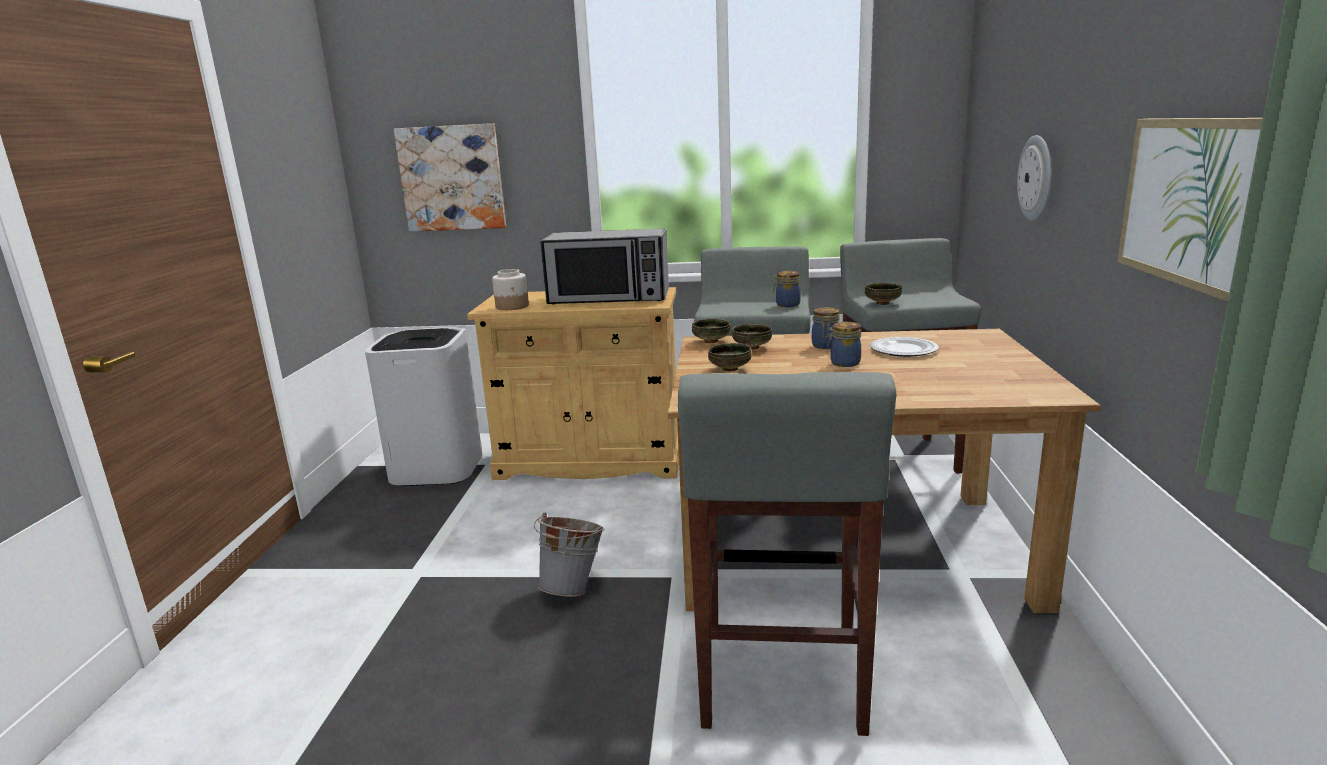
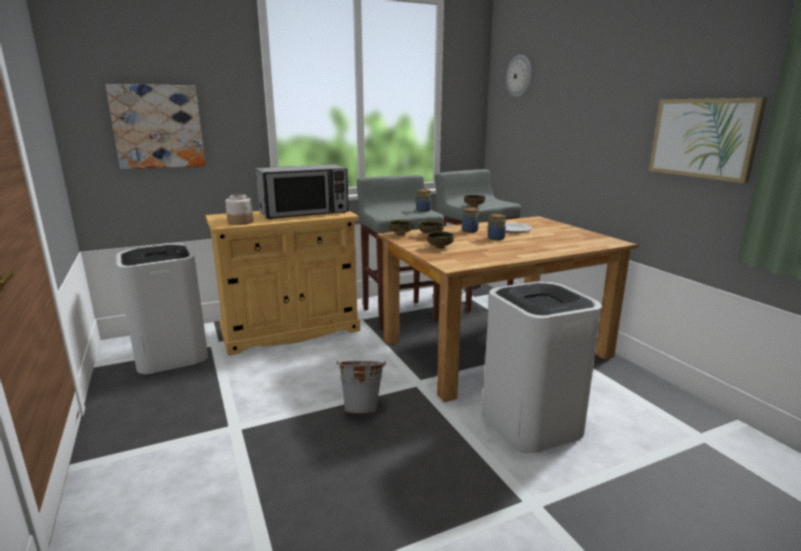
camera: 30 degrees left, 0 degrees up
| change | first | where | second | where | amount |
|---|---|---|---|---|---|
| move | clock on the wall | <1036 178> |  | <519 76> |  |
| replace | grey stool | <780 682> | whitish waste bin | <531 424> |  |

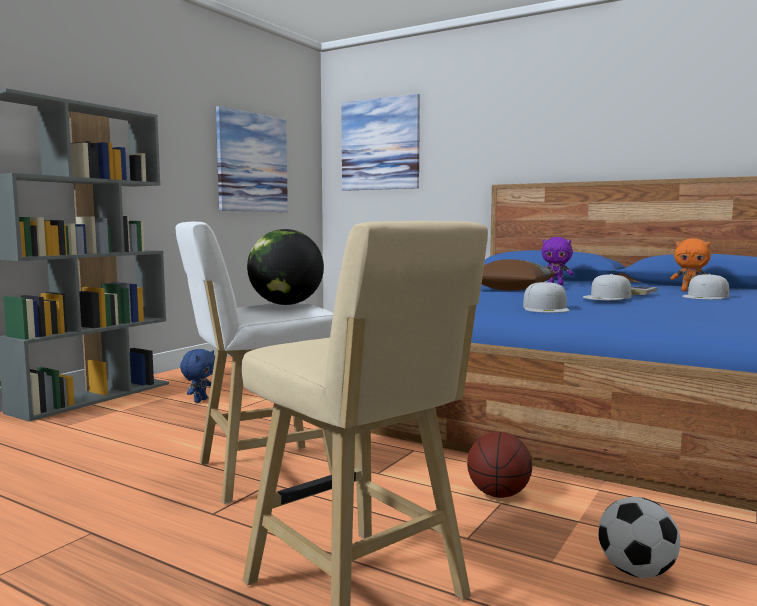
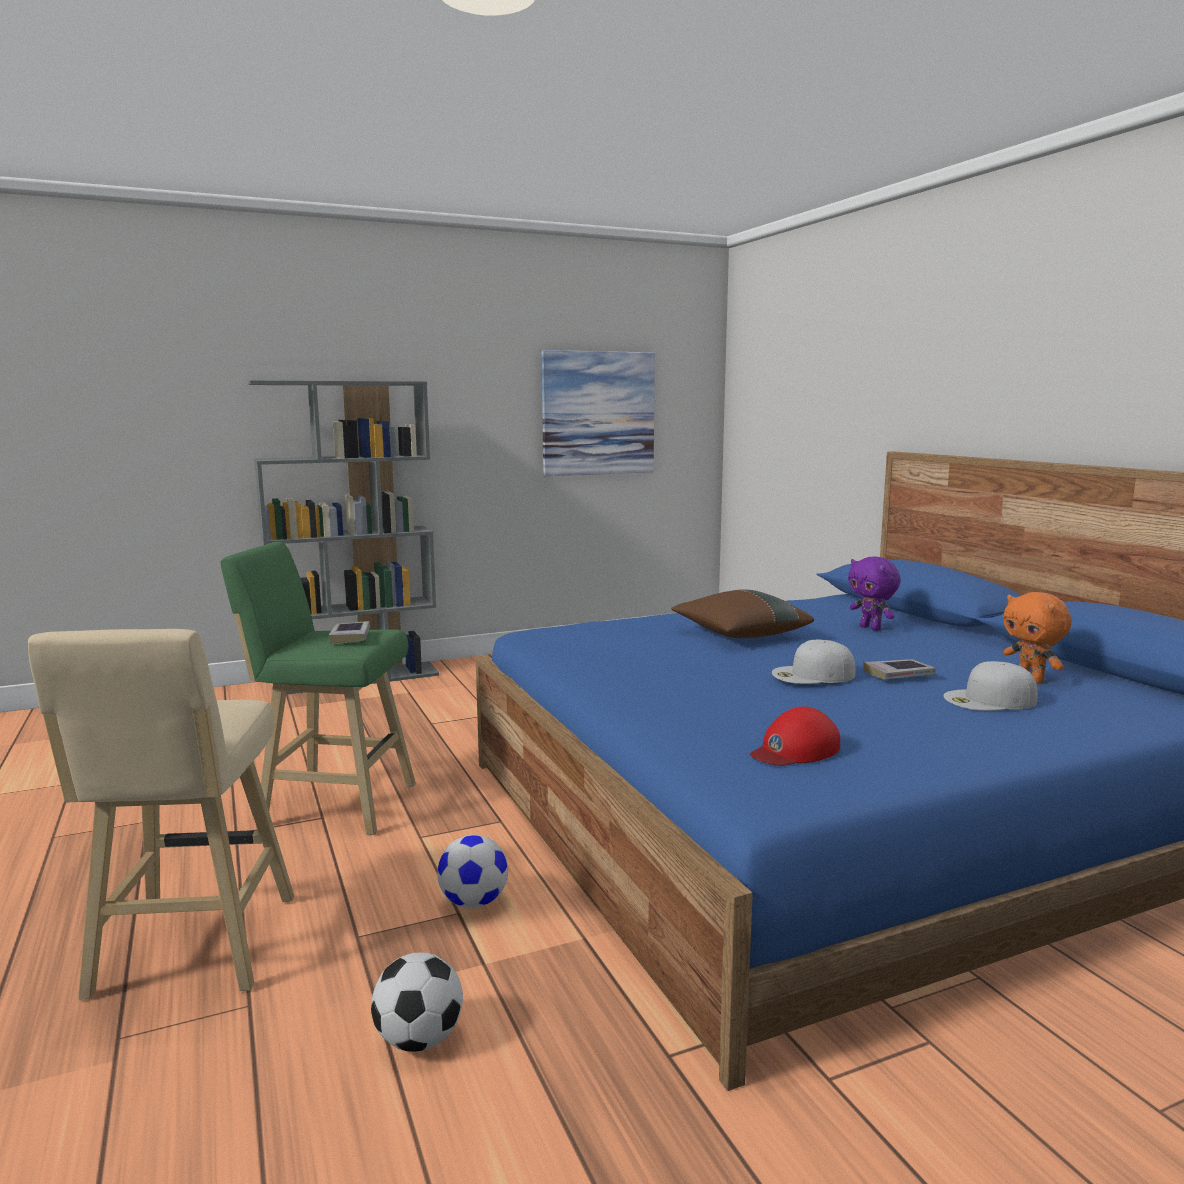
camera: 35 degrees right, 5 degrees up
| change | first | where | second | where | amount |
|---|---|---|---|---|---|
| delete | picture | <380 144> |  |  |  |
| recolor | whitish stool | <260 473> | greenish stool | <332 804> |  |
| replace | globe | <286 304> | bound book | <350 637> |  |
| delete | whitish cap | <546 308> |  |  |  |
| delete | blue cuddly toy | <200 400> |  |  |  |
| replace | ball for basketball | <498 494> | ball for football | <474 903> |  |
| insert |  |  | red cap | <795 750> |  |

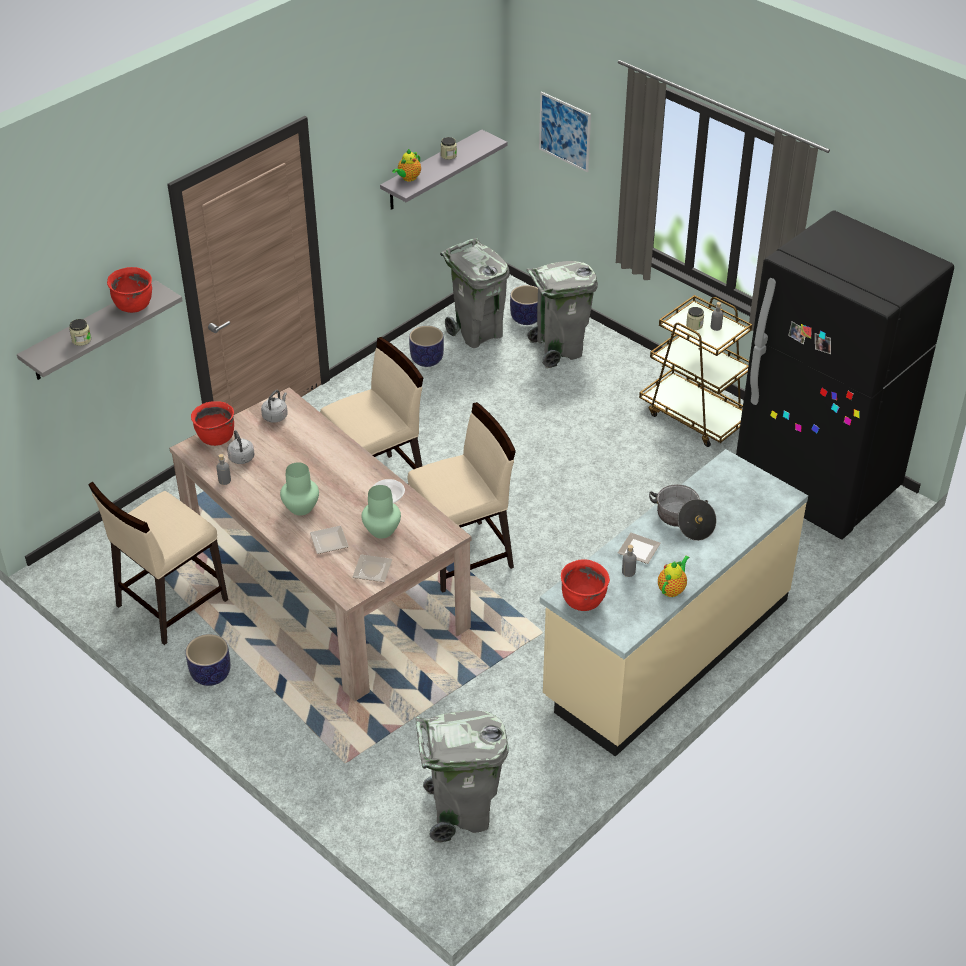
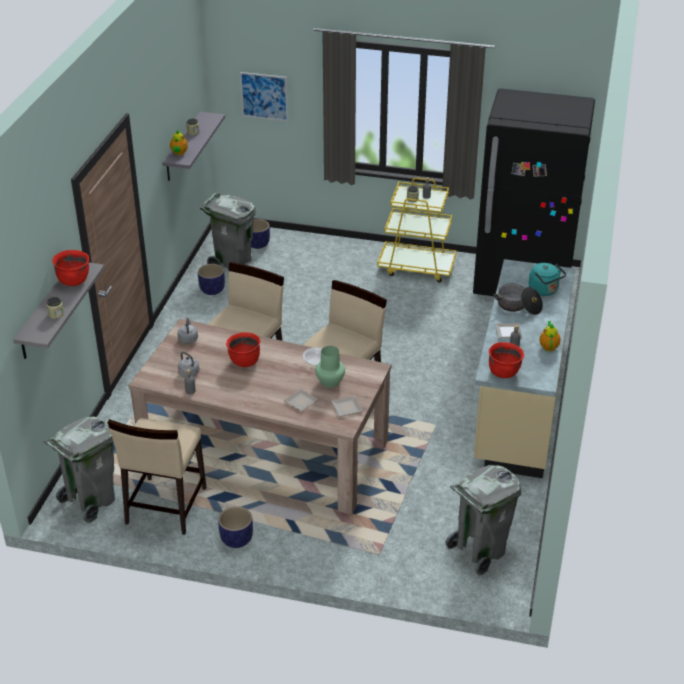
camera: 30 degrees left, 5 degrees down
| change | first | where | second | where | amount |
|---|---|---|---|---|---|
| move | grey waste bin | <559 350> |  | <91 501> |  |
| recolor | brown wheeled cart | <695 416> | yellowish wheeled cart | <417 267> |  |
| move | red cooking pot | <216 438> |  | <244 362> |  |
| delete | greenish decorative vase | <302 507> |  |  |  |
| insert |  |  | turquoise tea kettle | <544 291> |  |

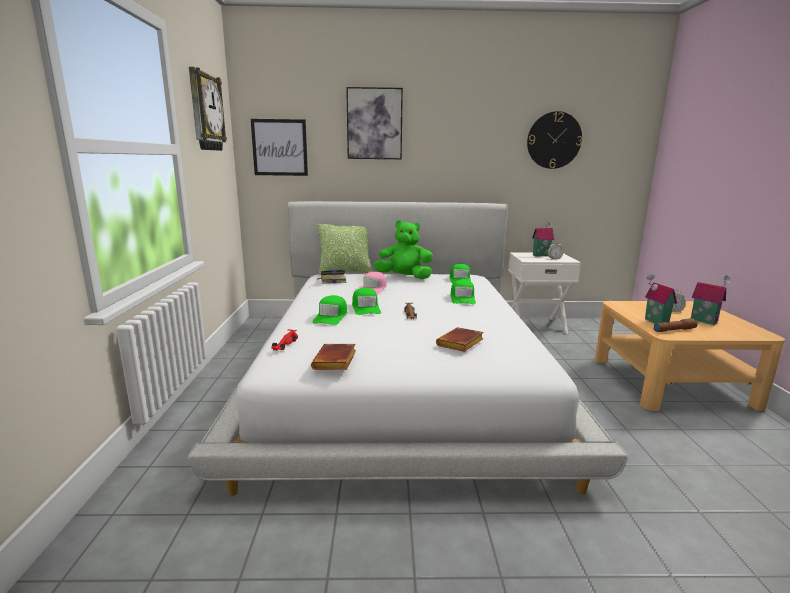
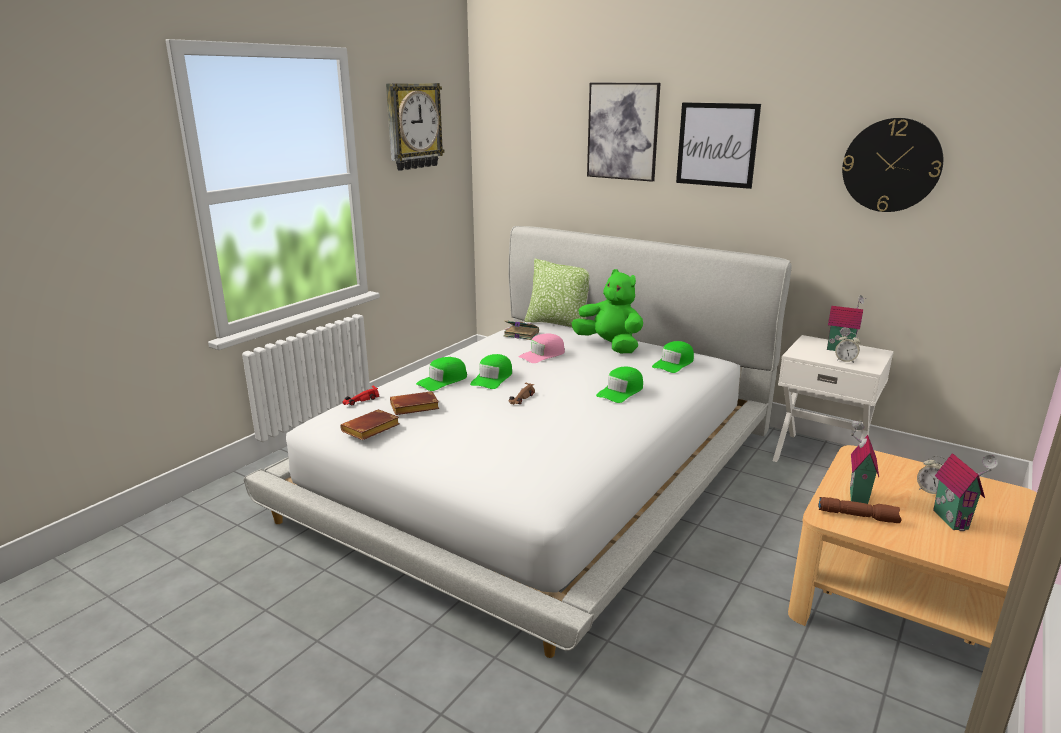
camera: 35 degrees right, 5 degrees up
| change | first | where | second | where | amount |
|---|---|---|---|---|---|
| move | picture | <280 147> |  | <717 145> |  |
| move | brown bound book | <460 344> |  | <413 408> |  |

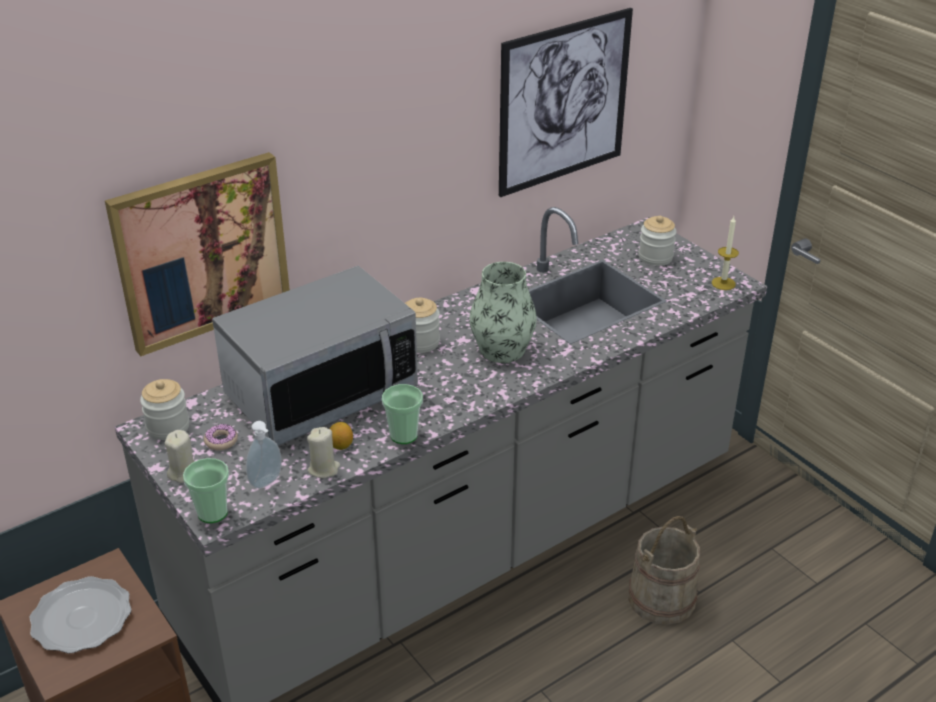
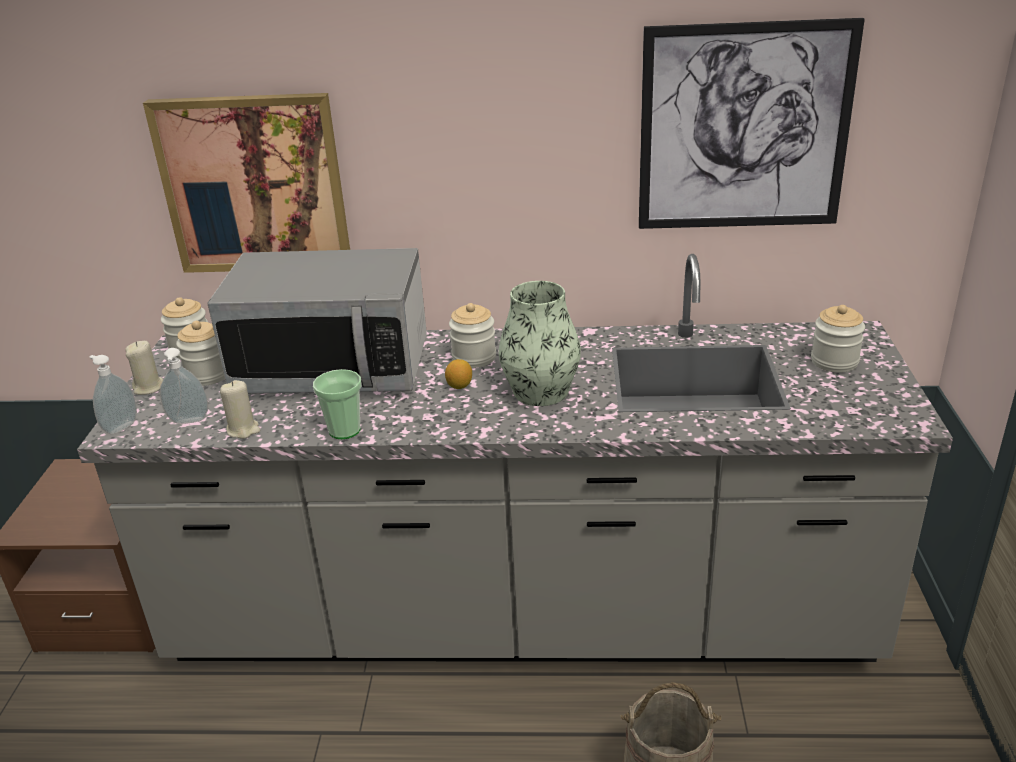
camera: 40 degrees right, 5 degrees down
| change | first | where | second | where | amount |
|---|---|---|---|---|---|
| delete | wax light | <723 283> |  |  |  |
| move | lemon | <341 445> |  | <459 386> |  |
| replace | donut | <221 441> | preserve jar | <208 375> |  |
| replace | drinking cup | <212 513> | liquid soap bottle | <120 427> |  |
| delete | flat dish | <81 618> |  |  |  |

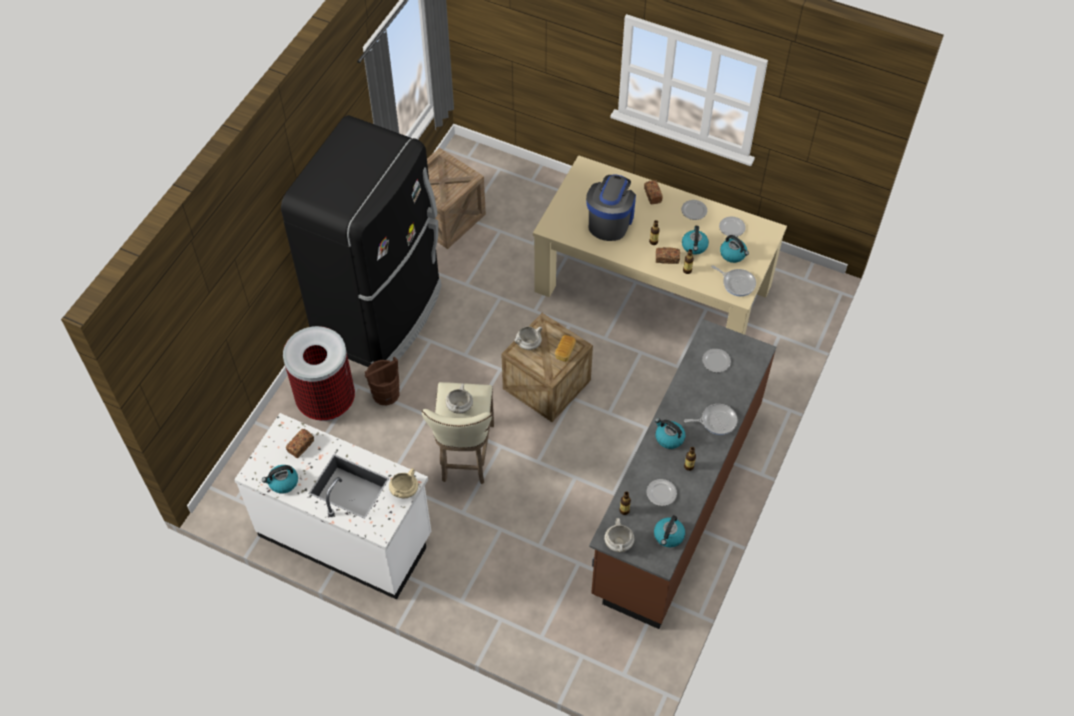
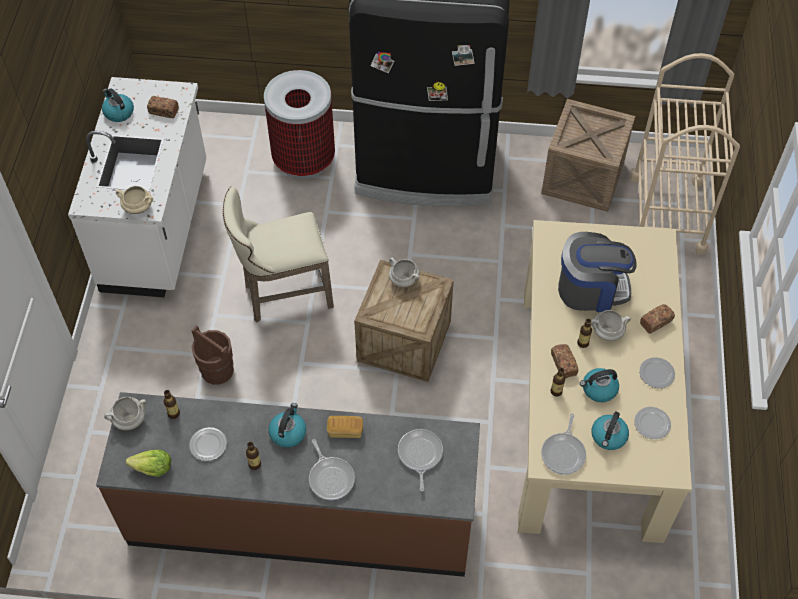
camera: 70 degrees right, 0 degrees up
| change | first | where | second | where | amount |
|---|---|---|---|---|---|
| move | baked bread | <565 352> |  | <345 431> |  |
| replace | flat dish | <716 361> | frying pan | <420 455> |  |
| move | brown water bucket | <385 394> |  | <217 370> |  |
| move | whitish cooking pot | <459 407> |  | <607 332> |  |
| replace | tea kettle | <668 536> | lettuce | <152 468> |  |
| insert |  |  | beige-coloured wheeled cart | <667 213> |  |

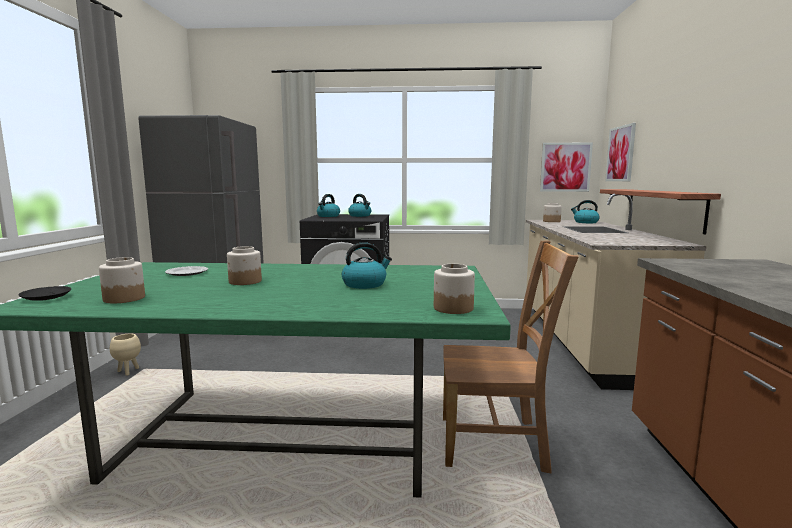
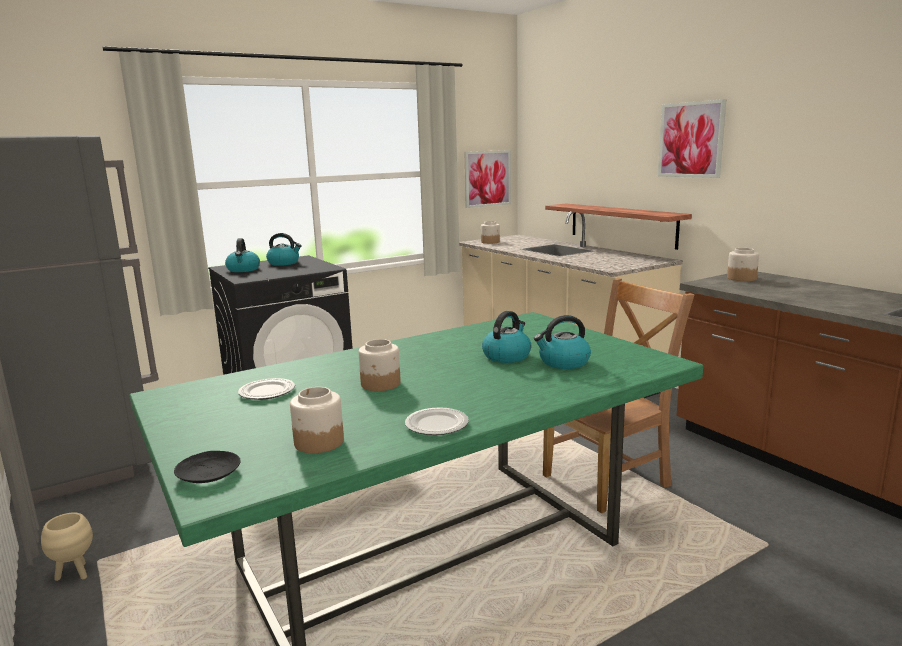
camera: 35 degrees left, 5 degrees up
| change | first | where | second | where | amount |
|---|---|---|---|---|---|
| move | picture | <621 154> |  | <691 140> |  |
| move | tea kettle | <585 222> |  | <563 362> |  |
| move | preserve jar | <453 308> |  | <741 278> |  |
| insert |  |  | flat dish | <437 424> |  |

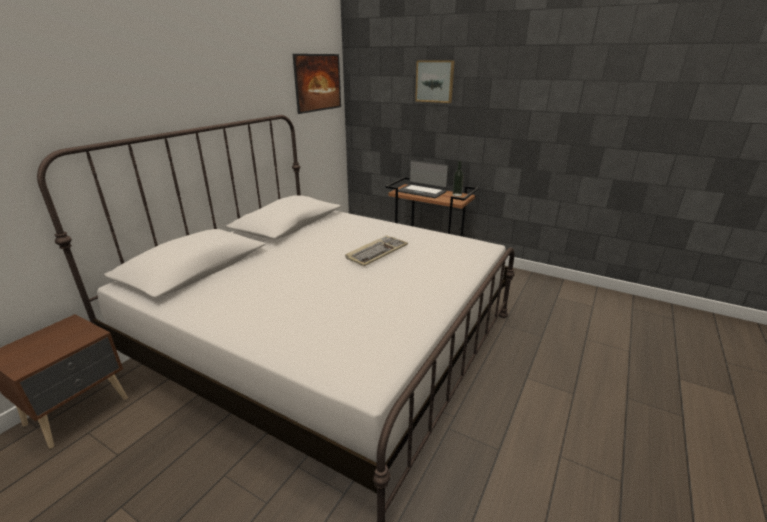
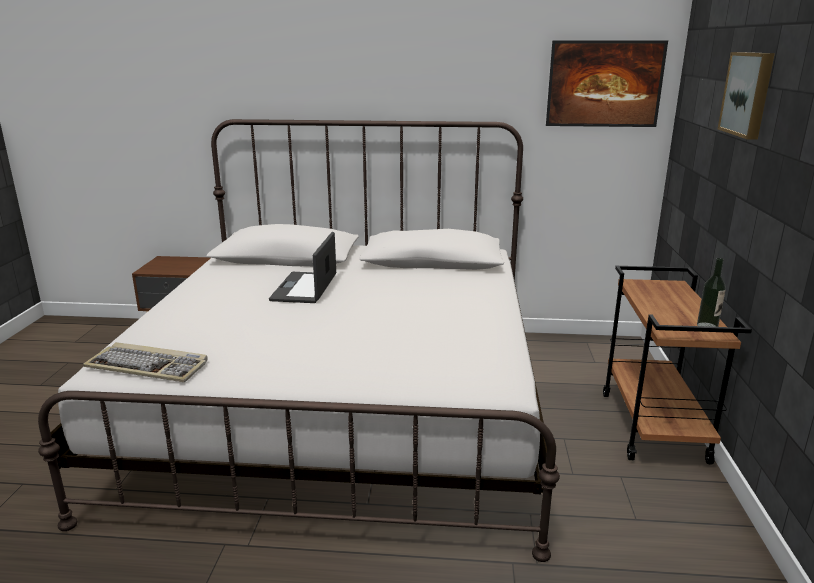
camera: 65 degrees right, 5 degrees down
| change | first | where | second | where | amount |
|---|---|---|---|---|---|
| move | notebook computer | <422 191> |  | <305 288> |  |
| move | PC keyboard | <377 252> |  | <149 366> |  |

